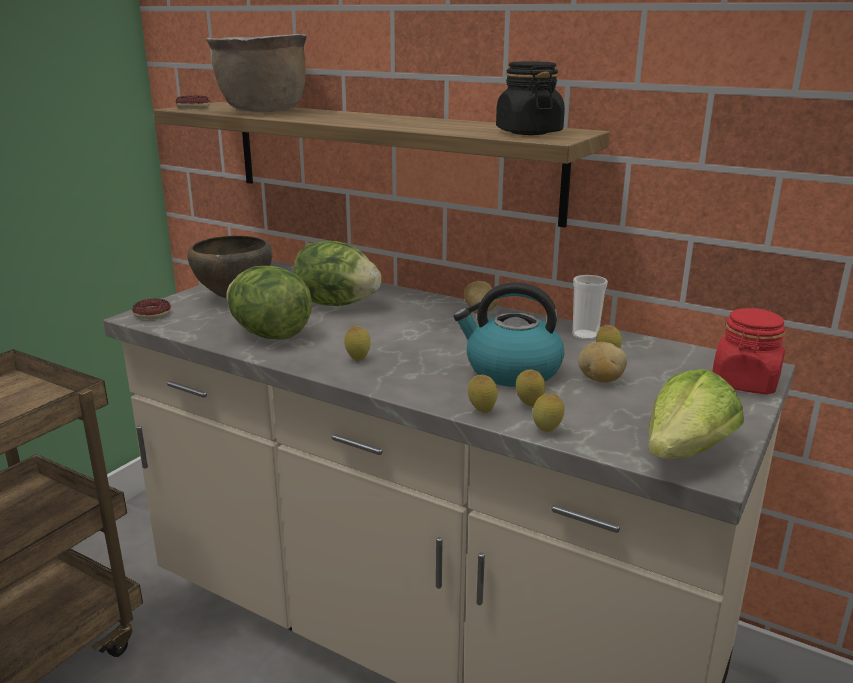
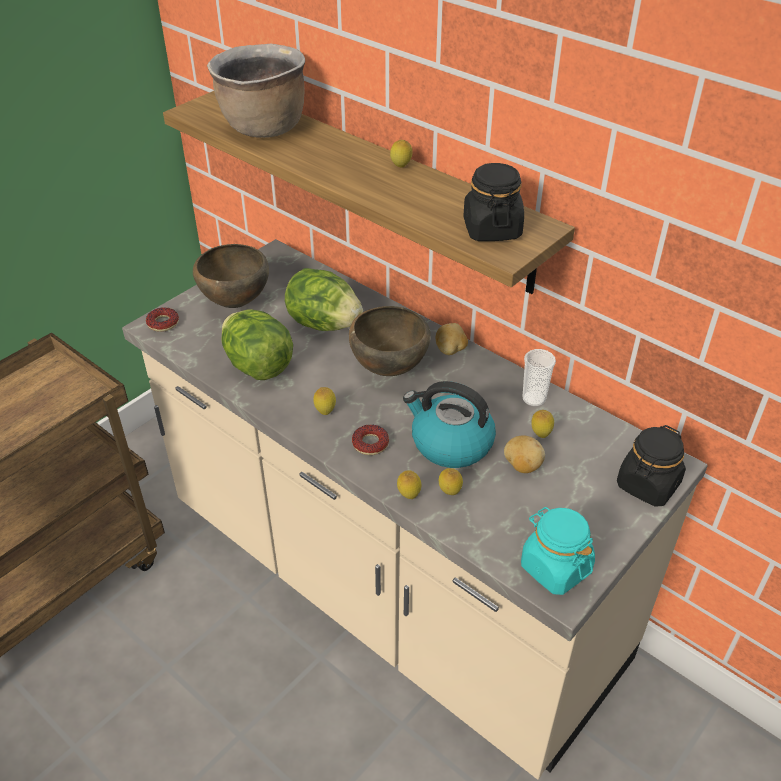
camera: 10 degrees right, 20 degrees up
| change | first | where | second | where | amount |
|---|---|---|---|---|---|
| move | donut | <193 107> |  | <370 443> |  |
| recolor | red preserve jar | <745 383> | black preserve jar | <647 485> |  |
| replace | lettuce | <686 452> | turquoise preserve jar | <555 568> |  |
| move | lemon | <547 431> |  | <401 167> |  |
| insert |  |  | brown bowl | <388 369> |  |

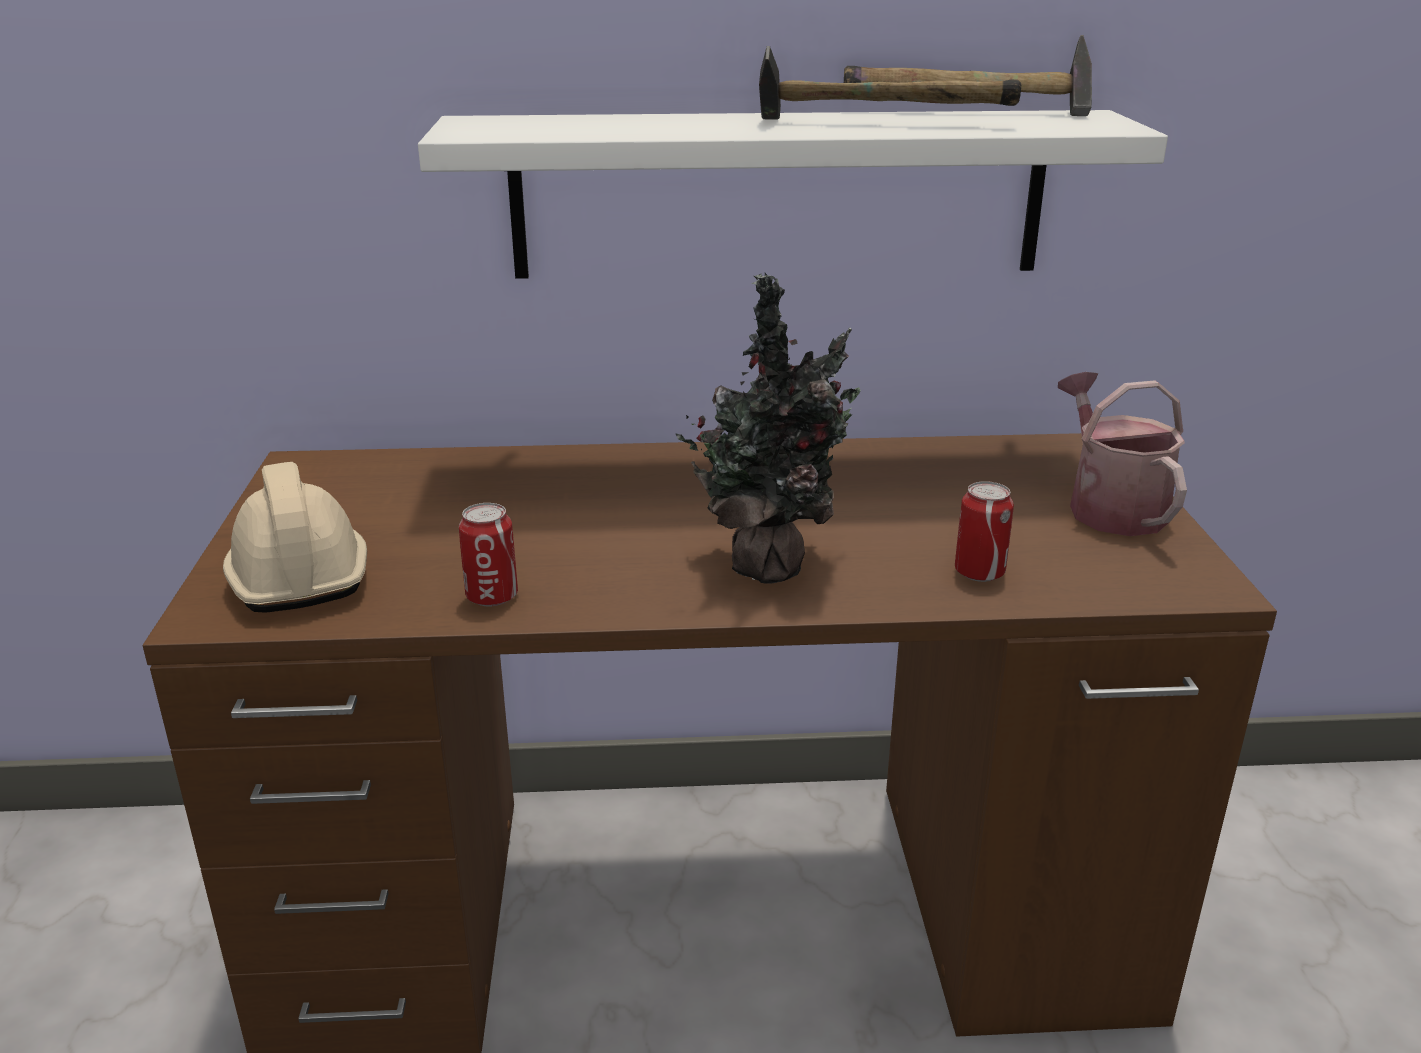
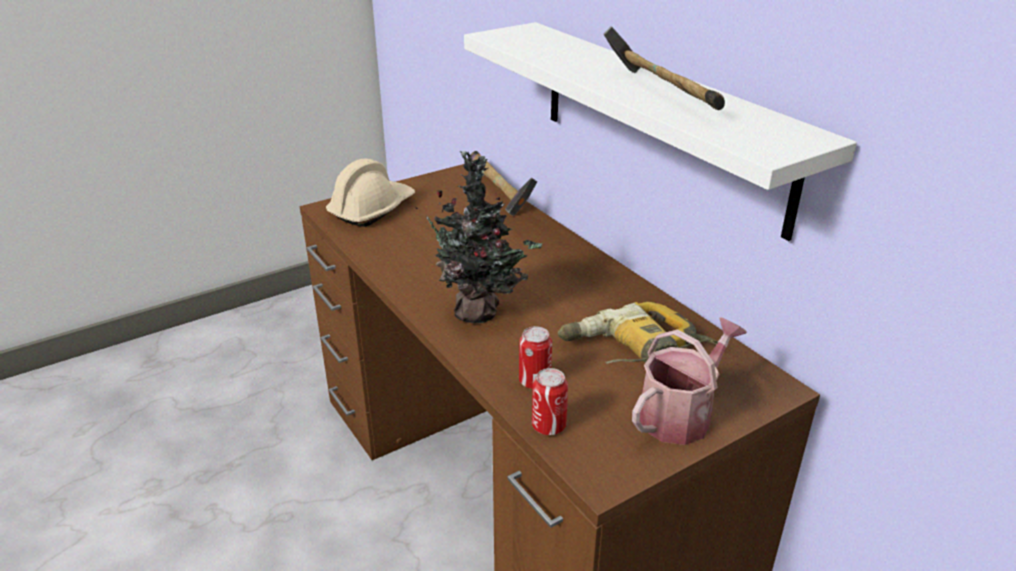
camera: 60 degrees right, 5 degrees up
| change | first | where | second | where | amount |
|---|---|---|---|---|---|
| move | hand hammer | <972 112> |  | <497 192> |  |
| move | sealed can | <492 596> |  | <548 426> |  |
| insert |  |  | electric drill | <633 349> |  |

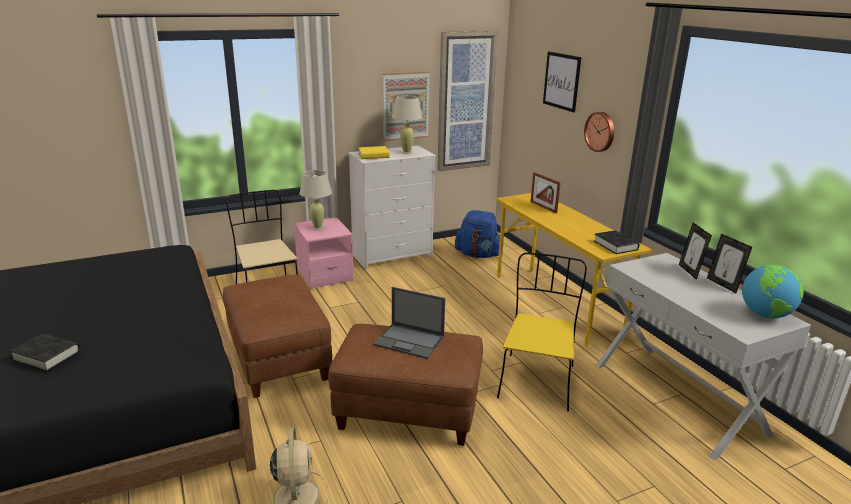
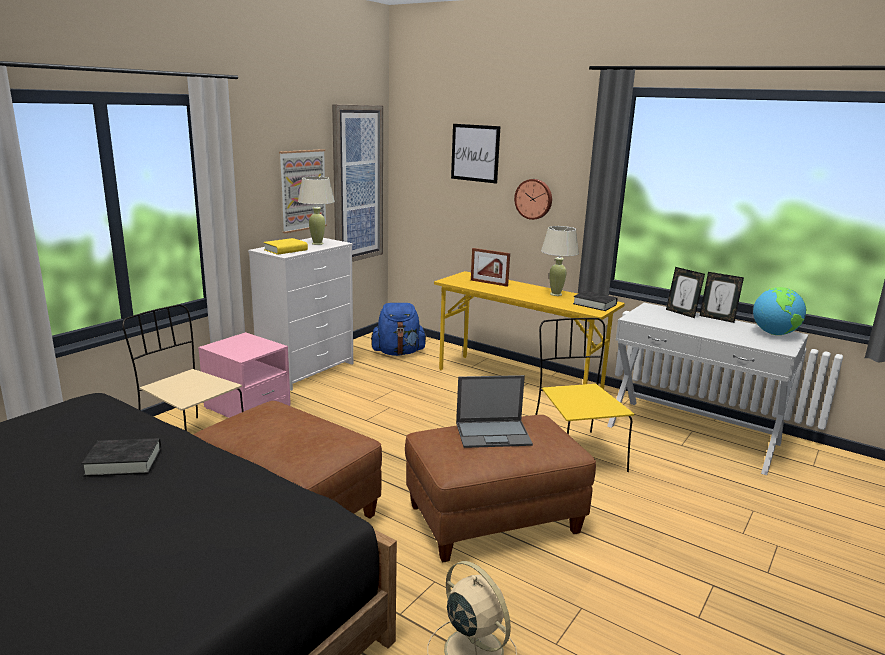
camera: 30 degrees left, 5 degrees down
| change | first | where | second | where | amount |
|---|---|---|---|---|---|
| move | beige-coloured lamp for a table | <317 227> |  | <556 294> |  |
| move | black bound book | <47 356> |  | <124 462> |  |

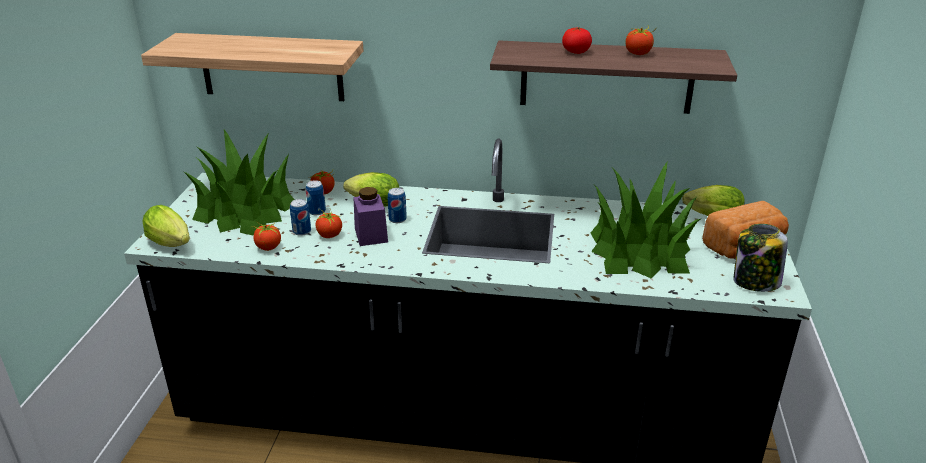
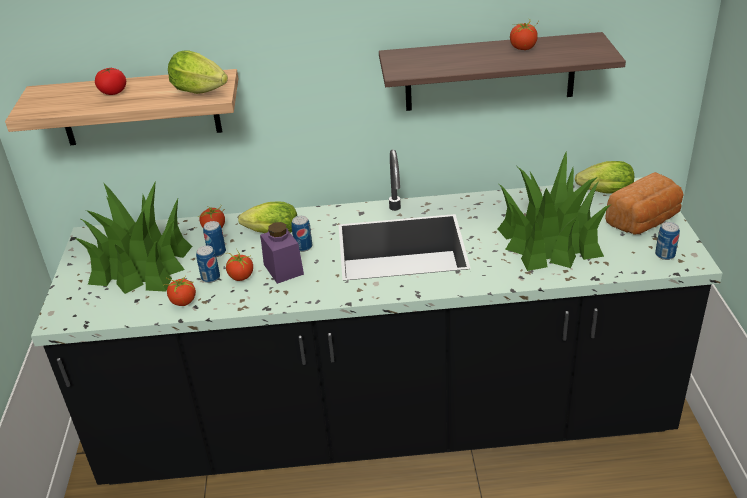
camera: 10 degrees left, 5 degrees up
| change | first | where | second | where | amount |
|---|---|---|---|---|---|
| move | fresh tomato | <576 52> |  | <113 92> |  |
| move | lettuce | <172 244> |  | <202 92> |  |
| replace | preserve jar | <755 282> | sealed can | <665 255> |  |

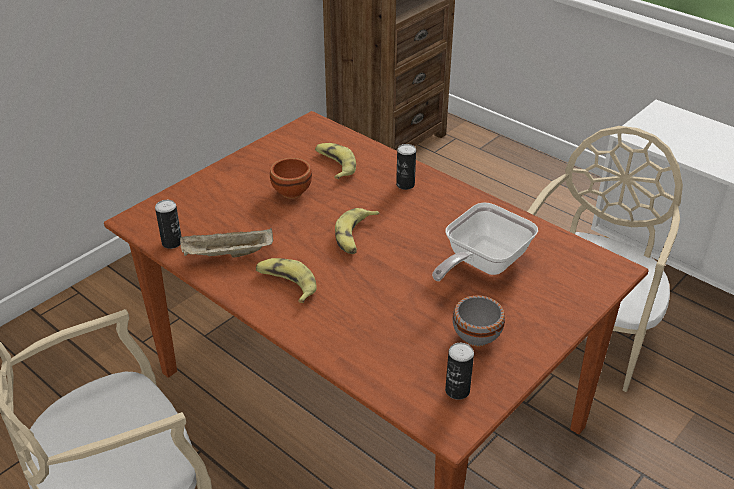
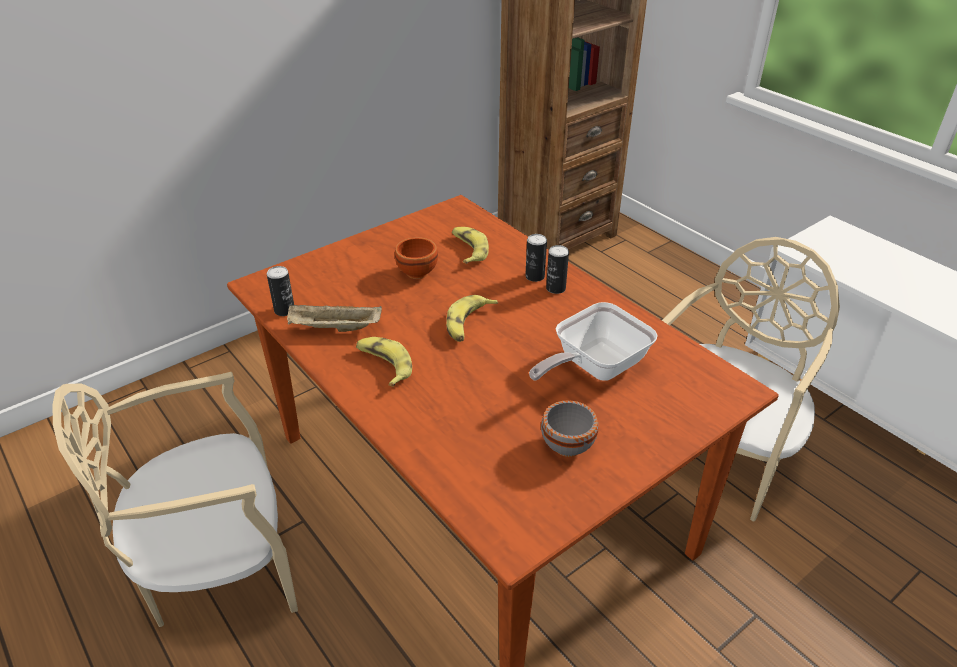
camera: 10 degrees right, 0 degrees up
| change | first | where | second | where | amount |
|---|---|---|---|---|---|
| move | sealed can | <457 390> |  | <555 288> |  |

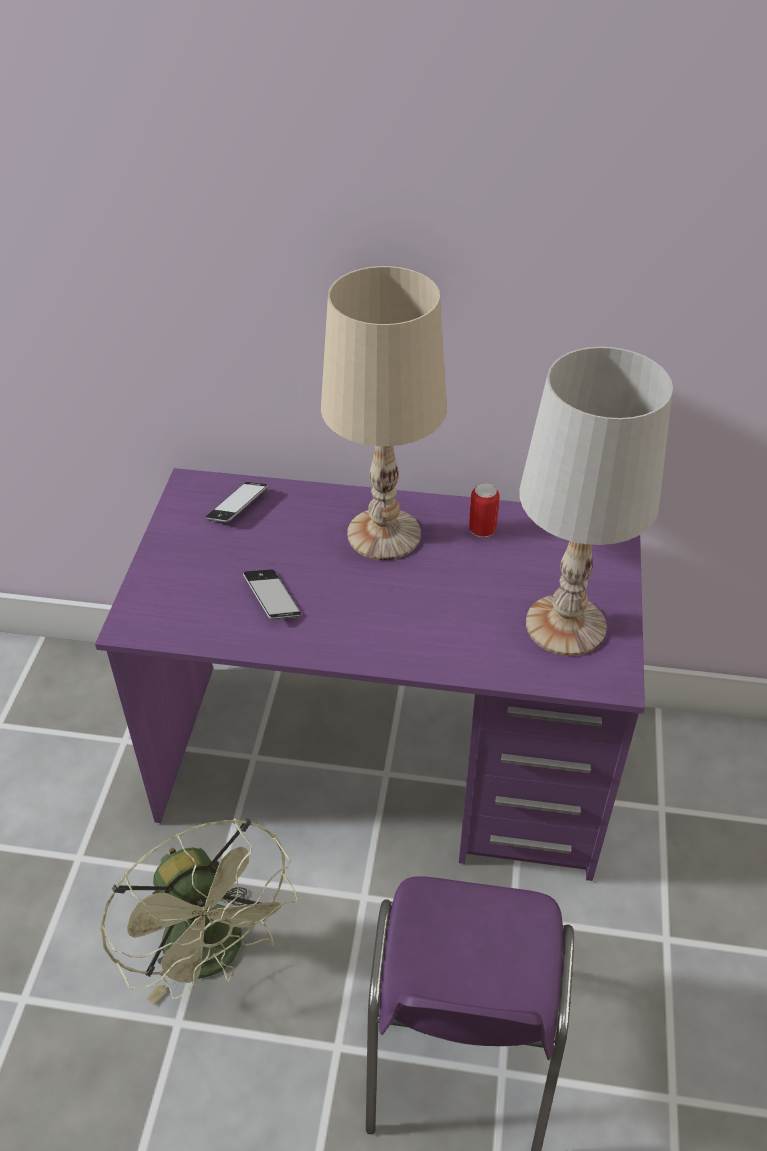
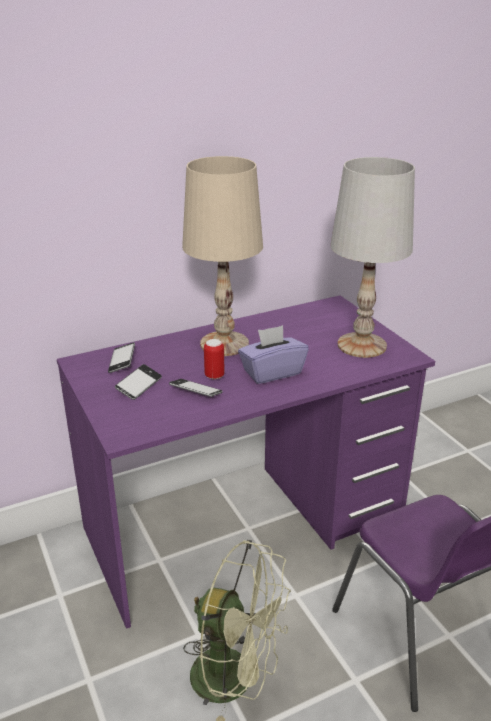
camera: 35 degrees left, 15 degrees down
| change | first | where | second | where | amount |
|---|---|---|---|---|---|
| move | sealed can | <482 530> |  | <214 376> |  |
| insert |  |  | purple tissue holder | <272 372> |  |
| insert |  |  | phone | <139 385> |  |

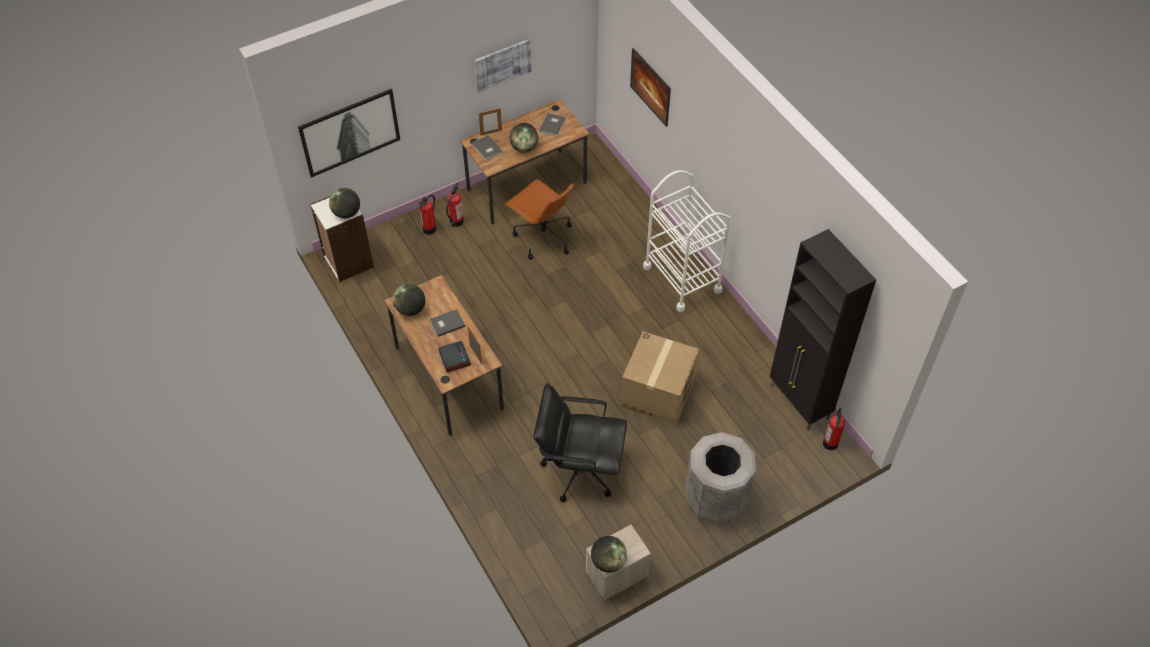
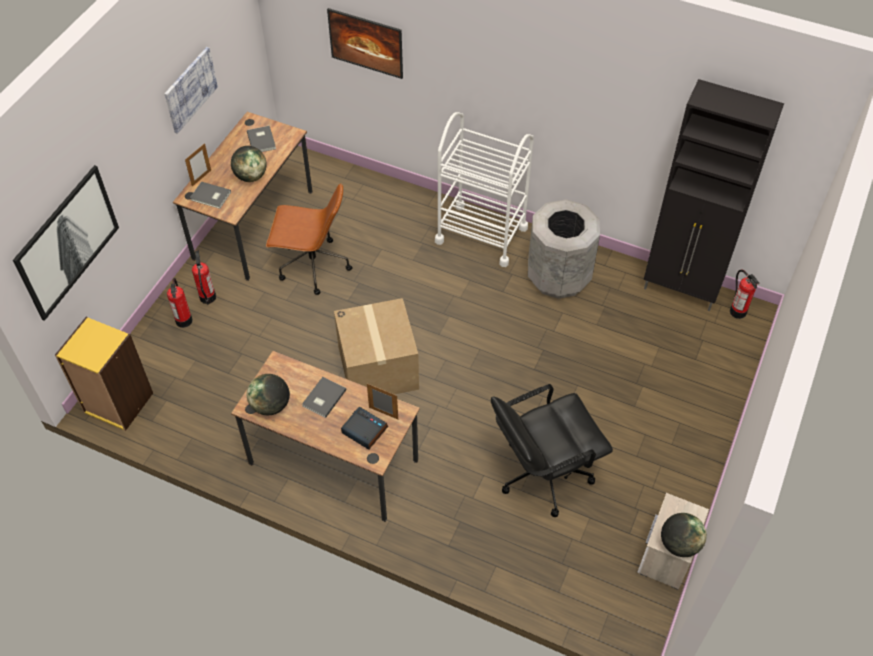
camera: 35 degrees left, 0 degrees up
| change | first | where | second | where | amount |
|---|---|---|---|---|---|
| delete | globe | <347 213> |  |  |  |
| recolor | whitish shelving unit | <348 262> | yellowish shelving unit | <118 403> |  |
| move | carton | <658 393> |  | <378 368> |  |
| move | grey waste bin | <715 499> |  | <558 277> |  |

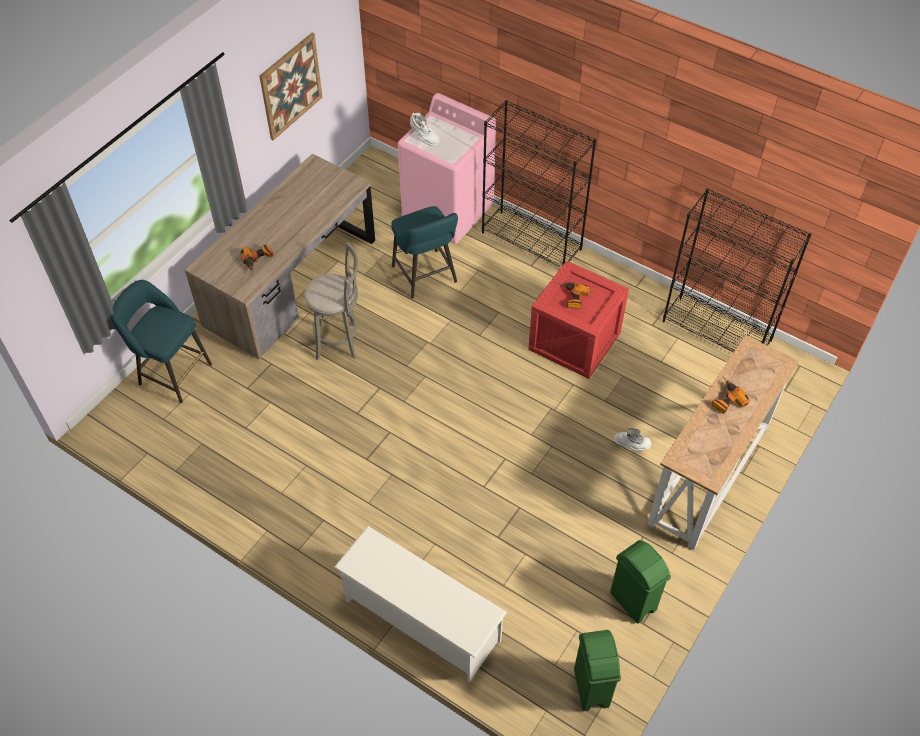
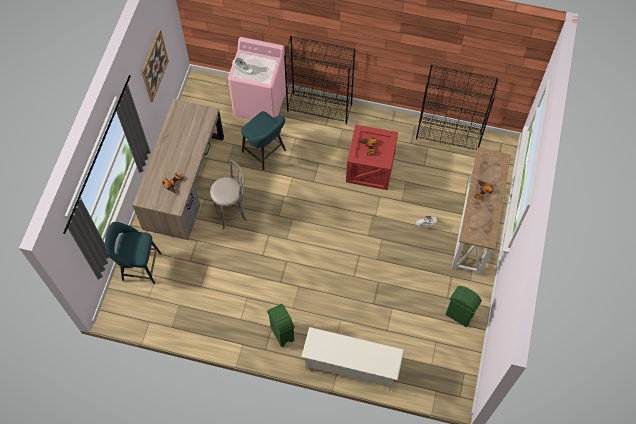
camera: 20 degrees left, 10 degrees up
| change | first | where | second | where | amount |
|---|---|---|---|---|---|
| move | greenish waste bin | <591 688> |  | <282 334> |  |

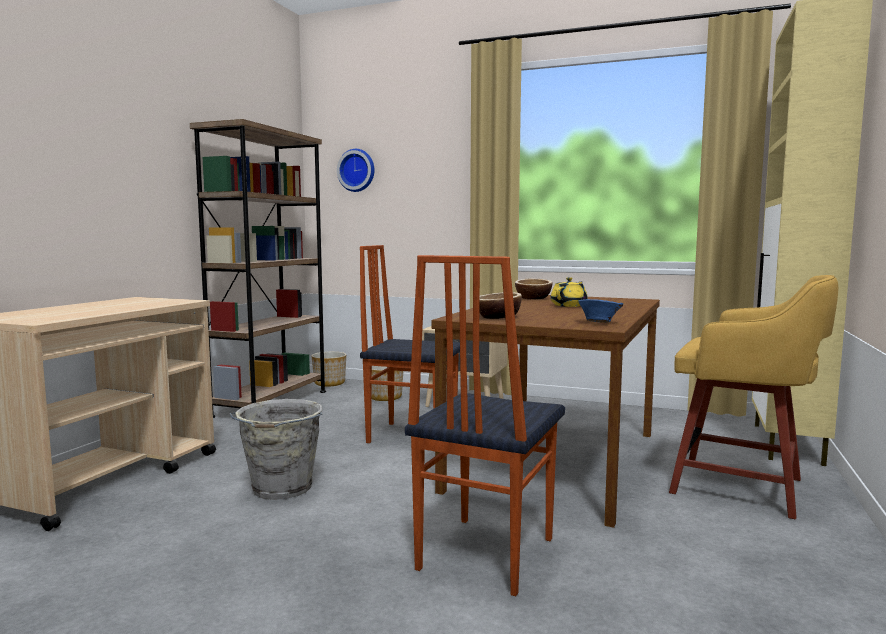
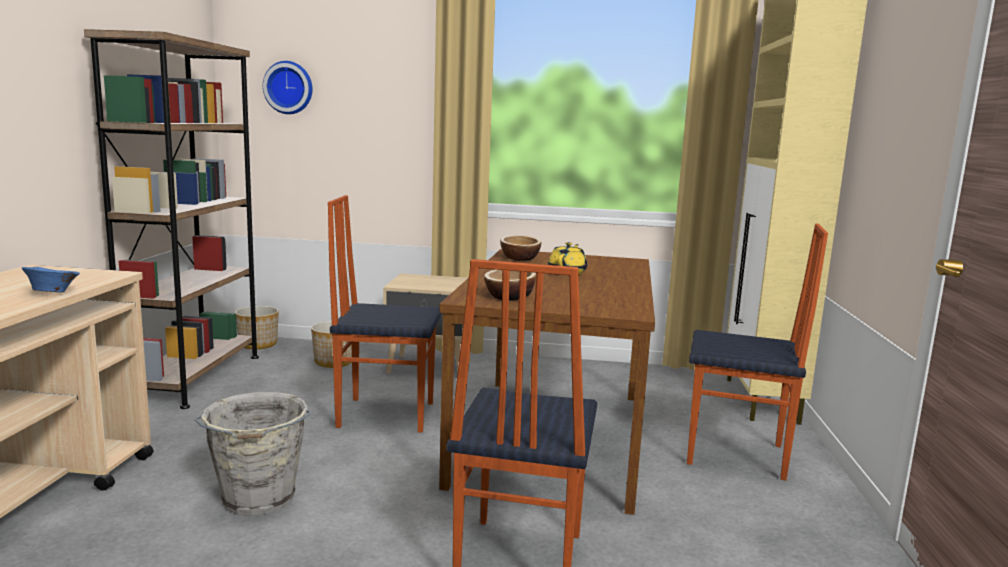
camera: 15 degrees left, 5 degrees up
| change | first | where | second | where | amount |
|---|---|---|---|---|---|
| replace | yellowish stool | <742 487> | upright chair | <736 455> |  |
| move | blue bowl | <598 323> |  | <52 293> |  |

